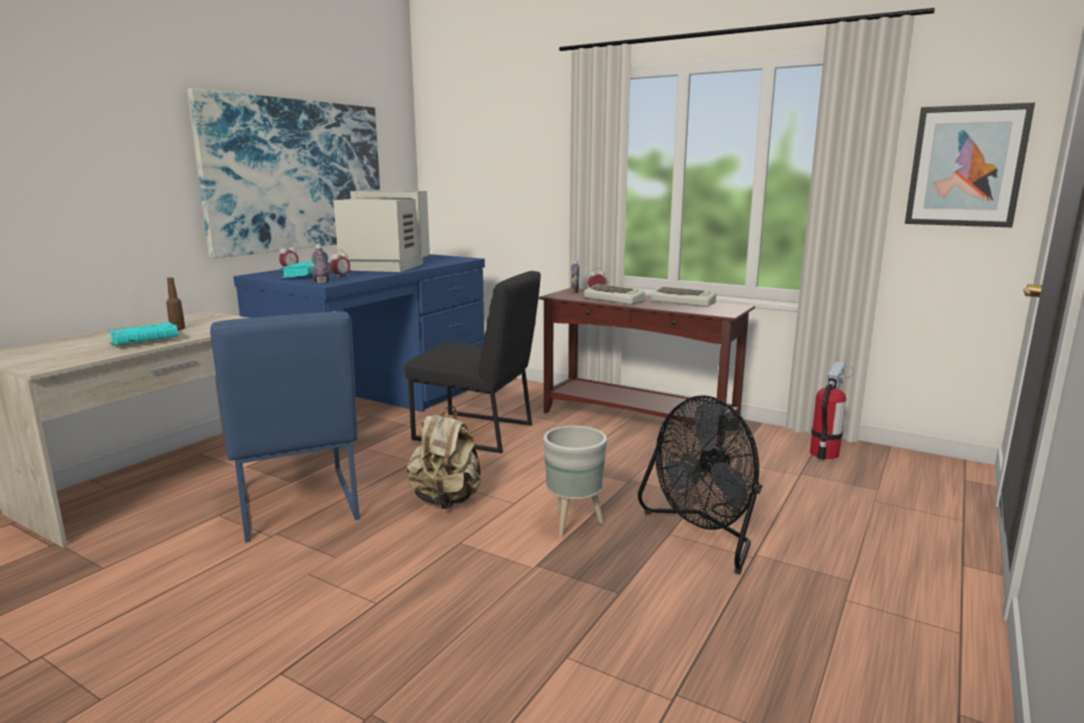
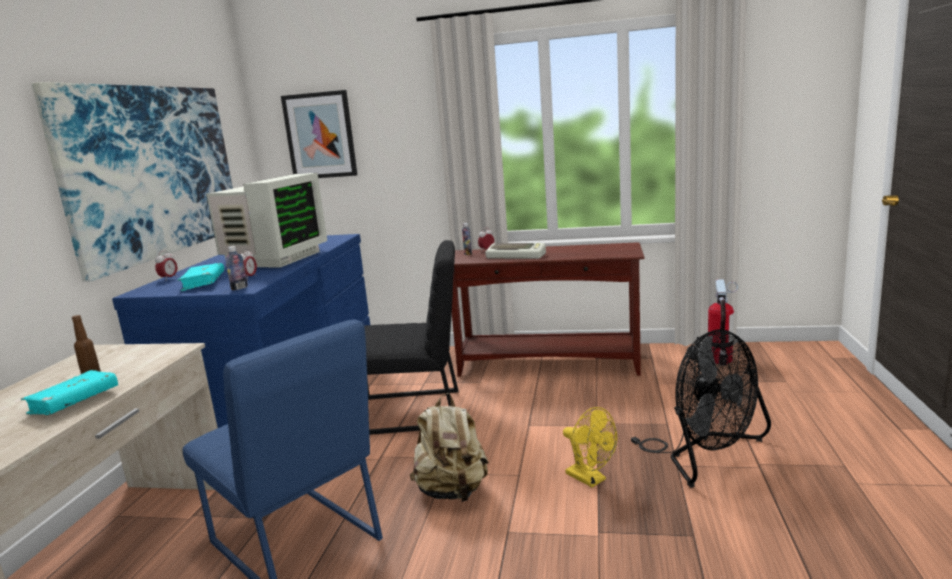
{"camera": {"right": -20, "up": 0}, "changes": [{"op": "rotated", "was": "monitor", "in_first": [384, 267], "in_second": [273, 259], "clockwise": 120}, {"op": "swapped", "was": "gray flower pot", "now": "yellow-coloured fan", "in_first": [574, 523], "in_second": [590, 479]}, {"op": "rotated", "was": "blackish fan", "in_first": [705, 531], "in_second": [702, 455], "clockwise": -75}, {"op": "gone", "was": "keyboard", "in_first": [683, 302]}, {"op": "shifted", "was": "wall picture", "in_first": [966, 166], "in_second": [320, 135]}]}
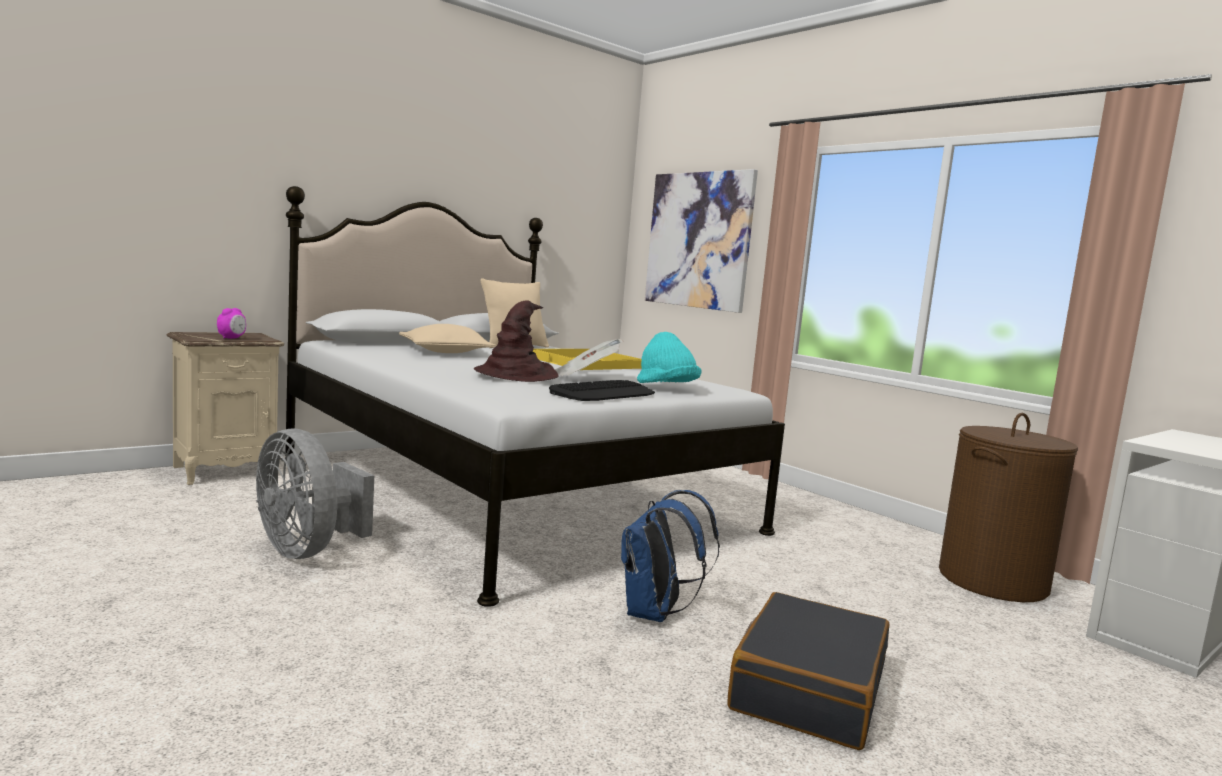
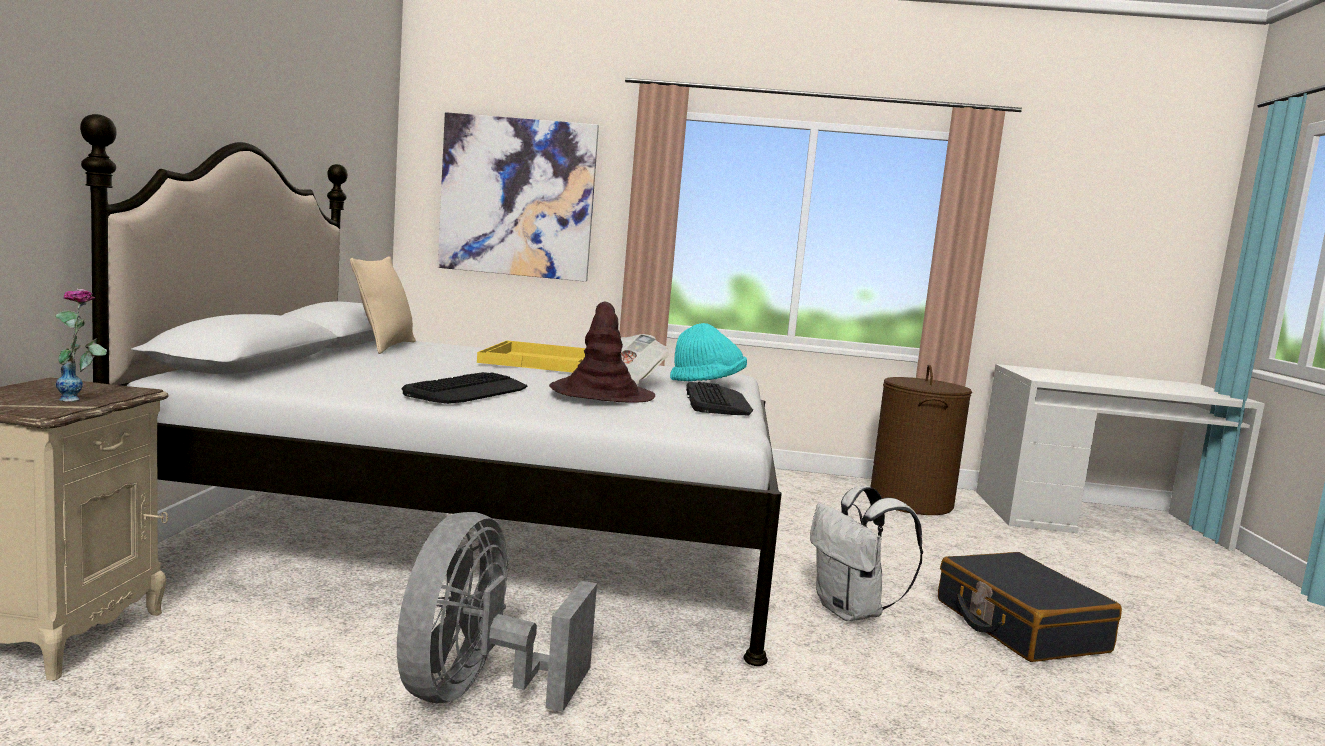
{"camera": {"right": -45, "up": 0}, "changes": [{"op": "swapped", "was": "alarm clock", "now": "decorative vase", "in_first": [232, 338], "in_second": [82, 398]}, {"op": "rotated", "was": "gray fan", "in_first": [307, 550], "in_second": [478, 692], "clockwise": 105}, {"op": "gone", "was": "beige-coloured throw pillow", "in_first": [445, 352]}, {"op": "repainted", "was": "blue-coloured backpack", "now": "white backpack", "in_first": [655, 614], "in_second": [852, 612]}, {"op": "new", "now": "keyboard", "in_second": [468, 391]}]}
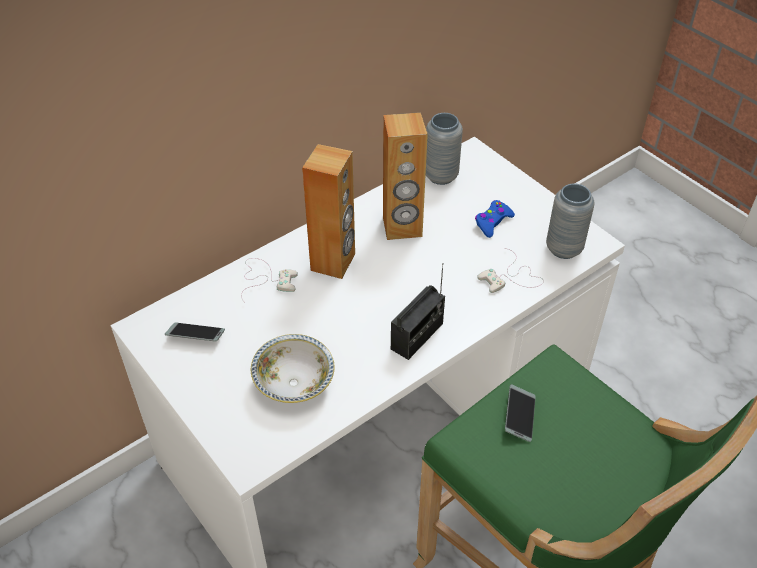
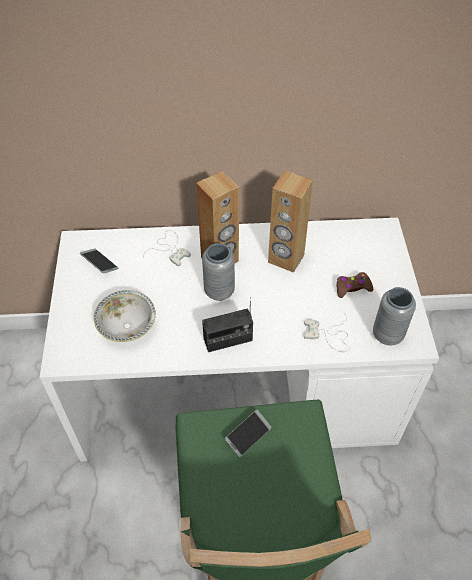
{"camera": {"right": 35, "up": 5}, "changes": [{"op": "shifted", "was": "gray decorative vase", "in_first": [441, 176], "in_second": [219, 291]}, {"op": "repainted", "was": "blue-coloured game controller", "now": "brown-coloured game controller", "in_first": [492, 222], "in_second": [352, 288]}]}
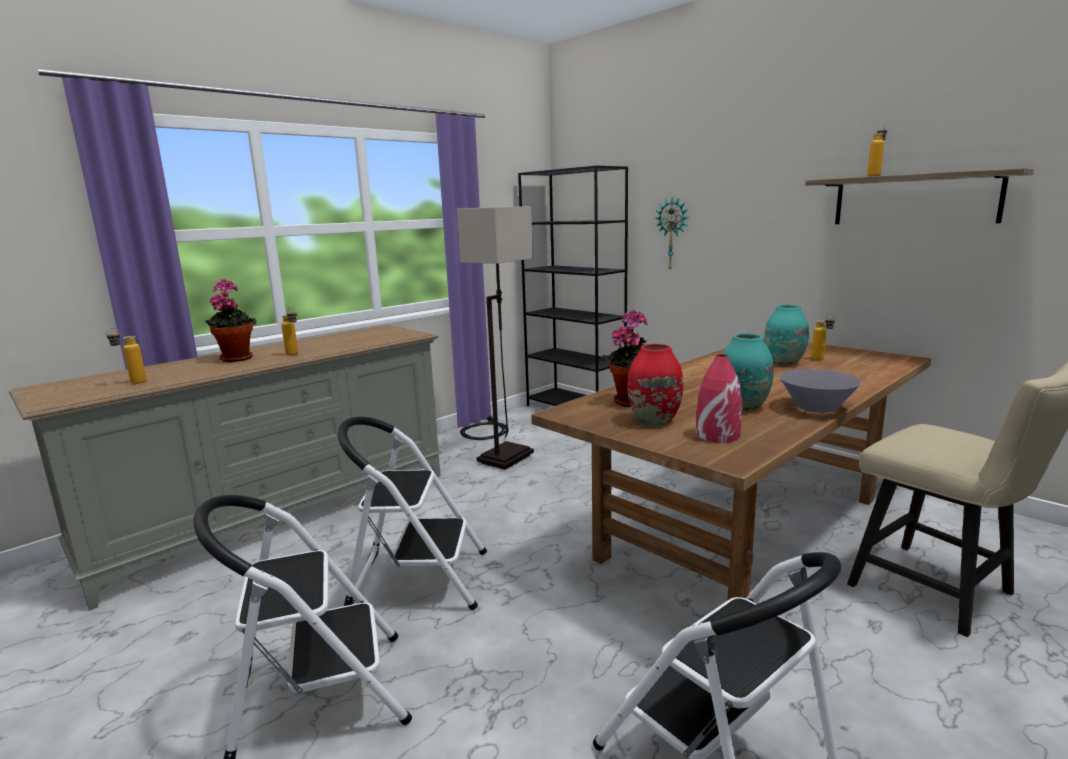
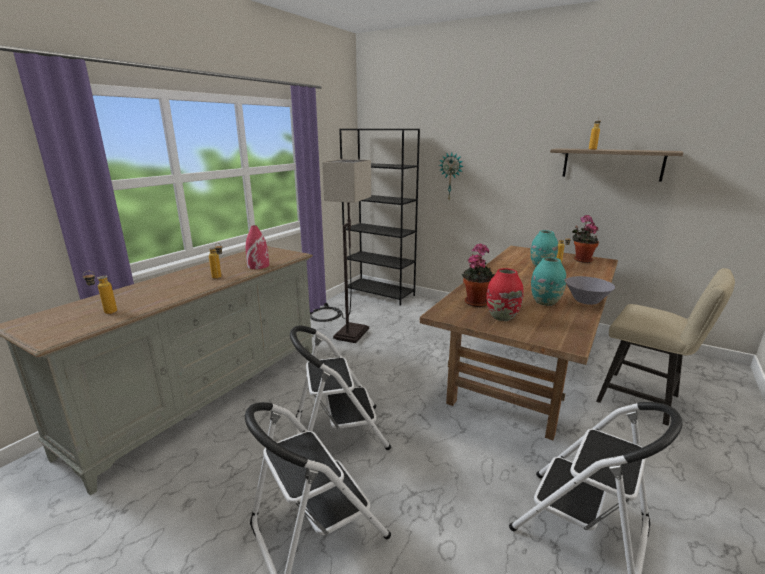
{"camera": {"right": -15, "up": 5}, "changes": [{"op": "shifted", "was": "potted plant", "in_first": [236, 358], "in_second": [581, 260]}, {"op": "shifted", "was": "reddish decorative vase", "in_first": [717, 435], "in_second": [258, 266]}]}
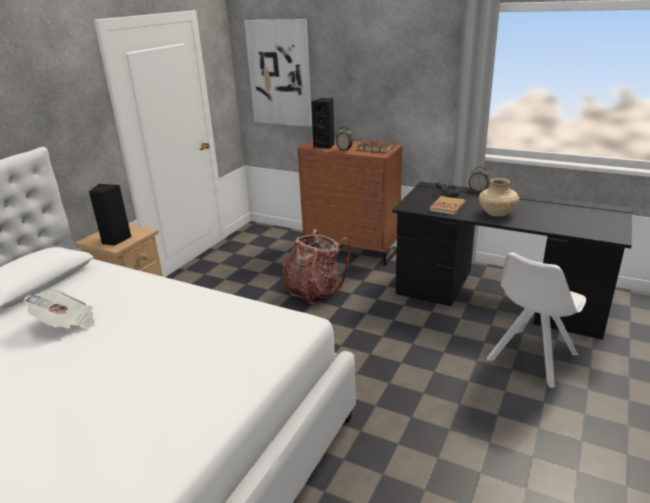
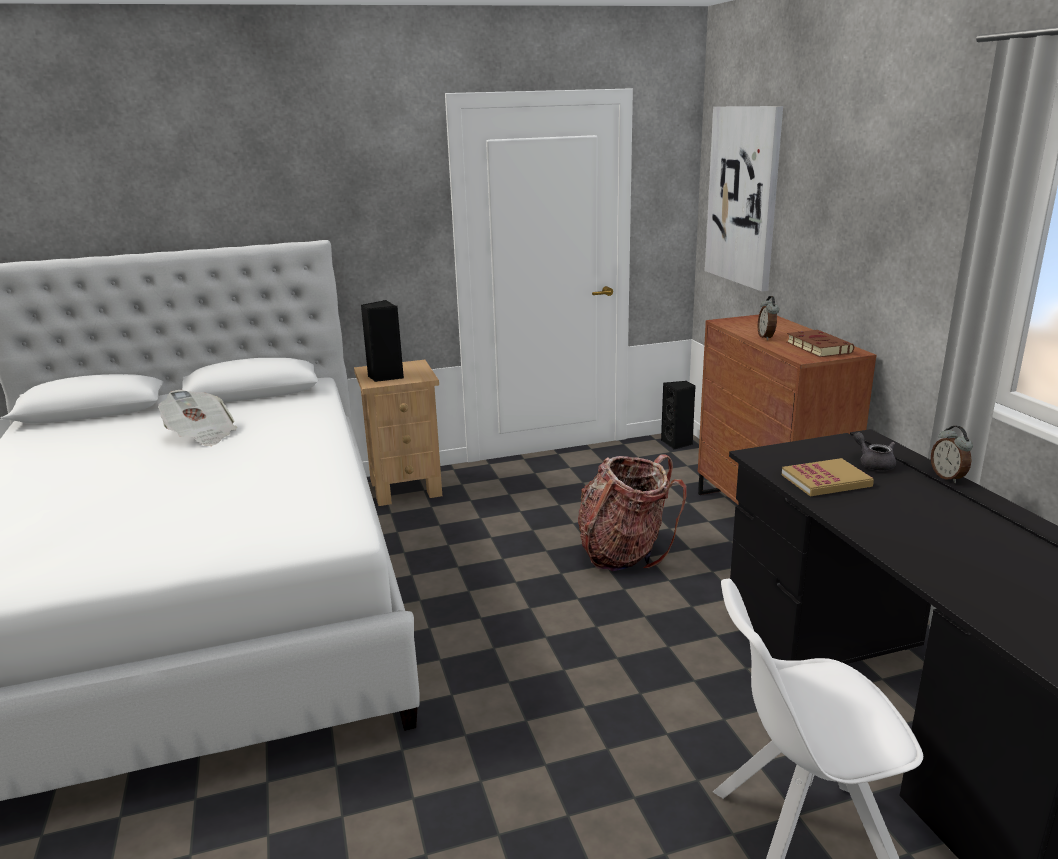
{"camera": {"right": 45, "up": -5}, "changes": [{"op": "shifted", "was": "blackish audio speaker", "in_first": [325, 146], "in_second": [677, 443]}, {"op": "gone", "was": "beige-coloured decorative vase", "in_first": [496, 214]}]}
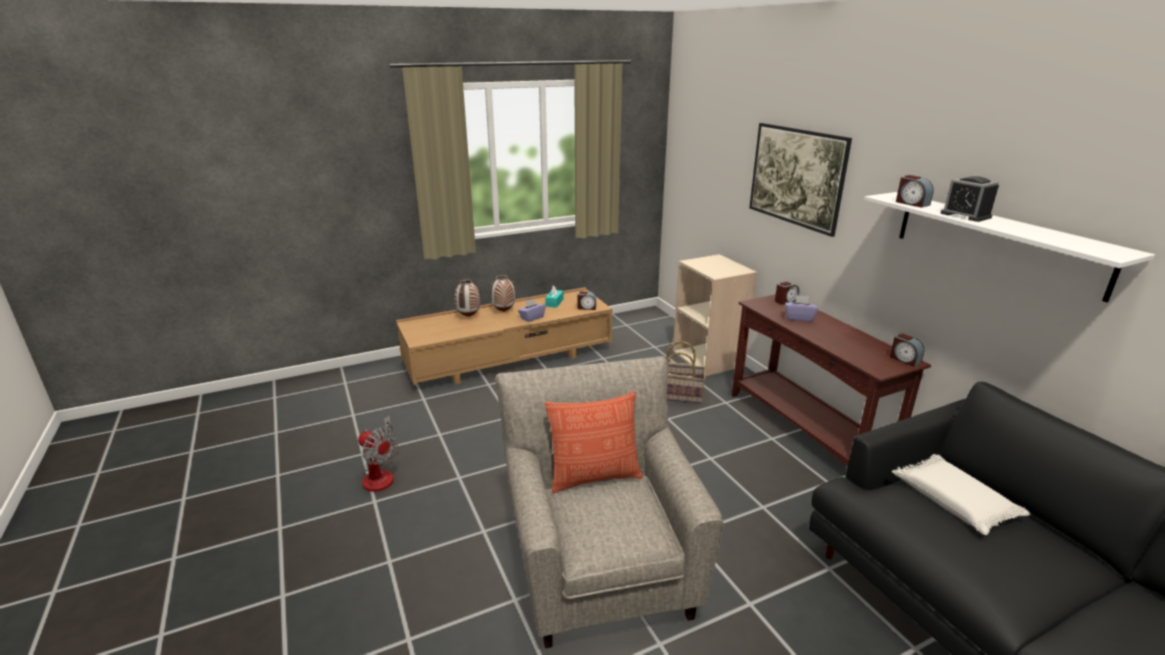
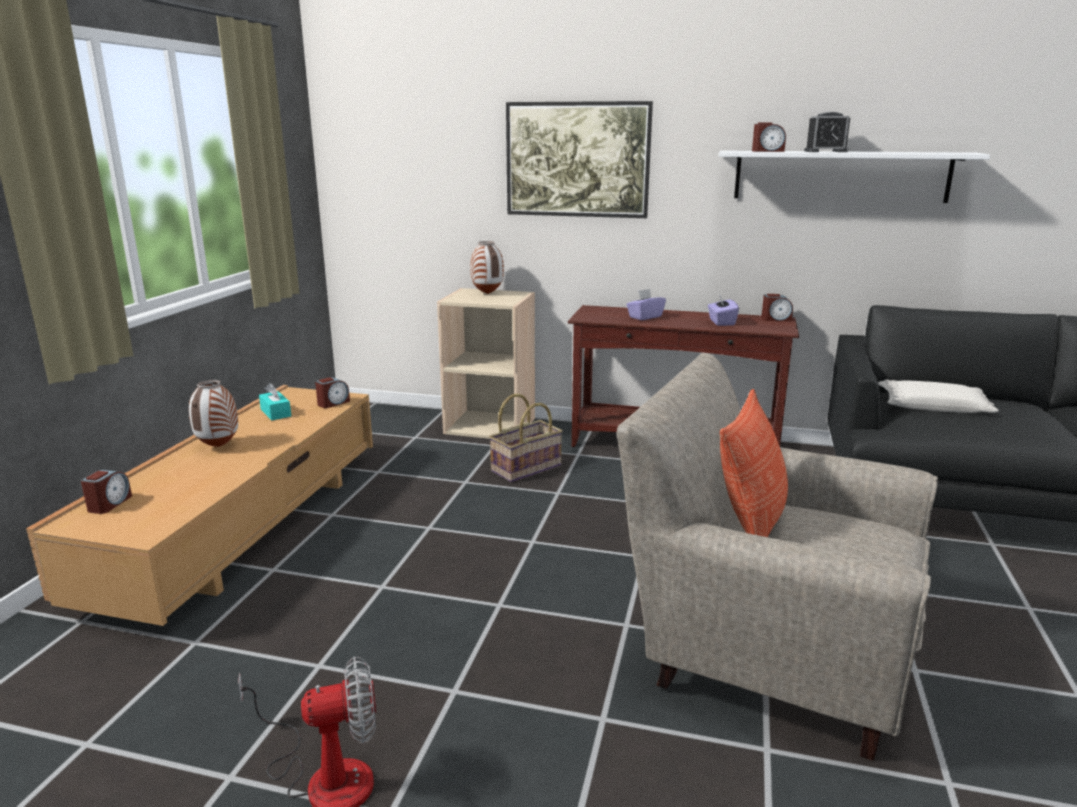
{"camera": {"right": -50, "up": -5}, "changes": [{"op": "shifted", "was": "decorative vase", "in_first": [469, 316], "in_second": [488, 294]}, {"op": "shifted", "was": "purple tissue holder", "in_first": [532, 318], "in_second": [721, 322]}, {"op": "shifted", "was": "alarm clock", "in_first": [785, 301], "in_second": [109, 504]}]}
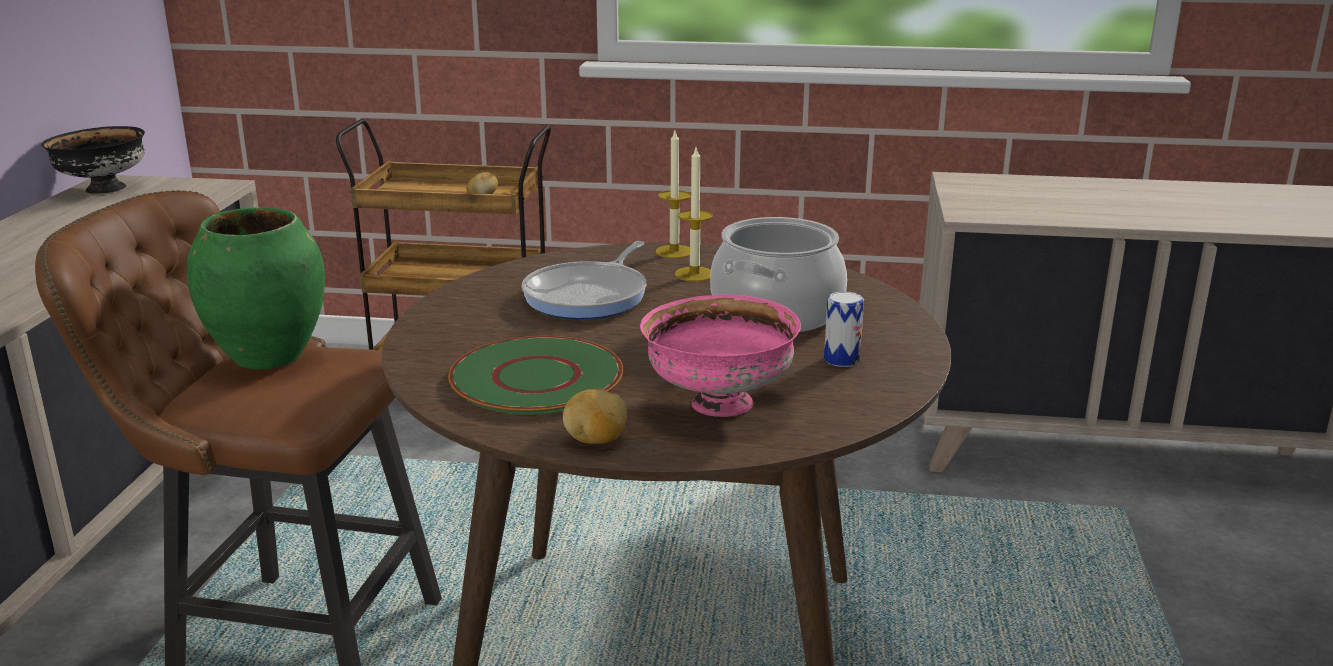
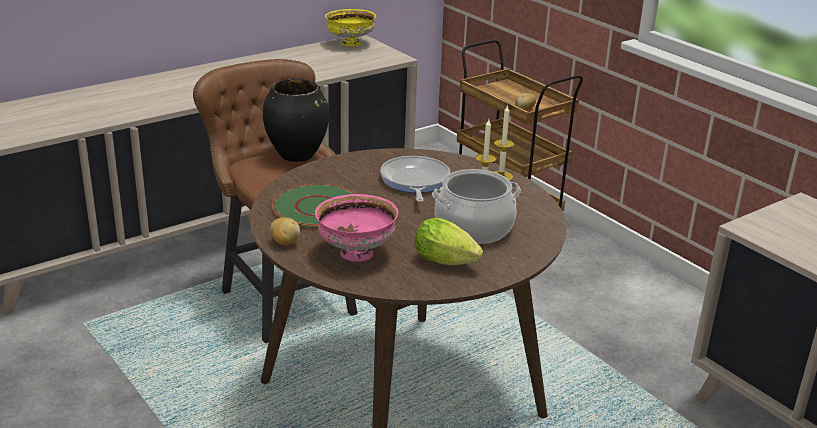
{"camera": {"right": 45, "up": 5}, "changes": [{"op": "repainted", "was": "blackish bowl", "now": "yellow-coloured bowl", "in_first": [103, 189], "in_second": [350, 44]}, {"op": "repainted", "was": "greenish decorative vase", "now": "blackish decorative vase", "in_first": [268, 357], "in_second": [297, 155]}, {"op": "rotated", "was": "skillet", "in_first": [590, 296], "in_second": [414, 181], "clockwise": 105}, {"op": "swapped", "was": "metal can", "now": "lettuce", "in_first": [841, 359], "in_second": [449, 262]}]}
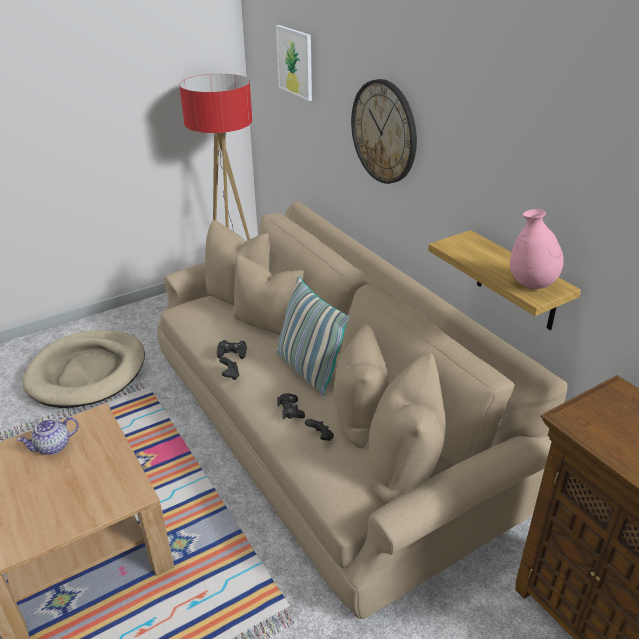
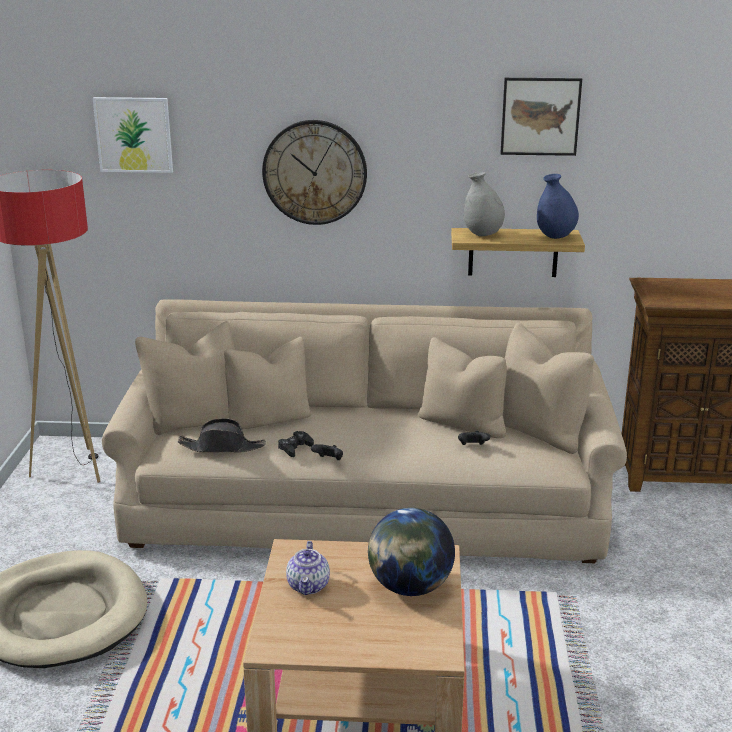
{"camera": {"right": -55, "up": -10}, "changes": [{"op": "gone", "was": "throw pillow", "in_first": [308, 370]}, {"op": "gone", "was": "blackish game controller", "in_first": [290, 410]}, {"op": "repainted", "was": "pinkish decorative vase", "now": "blue-coloured decorative vase", "in_first": [531, 285], "in_second": [555, 237]}, {"op": "new", "now": "blackish clothing hat", "in_second": [222, 447]}, {"op": "new", "now": "desk globe", "in_second": [410, 587]}, {"op": "new", "now": "gray decorative vase", "in_second": [483, 235]}, {"op": "new", "now": "wall picture", "in_second": [540, 116]}]}
